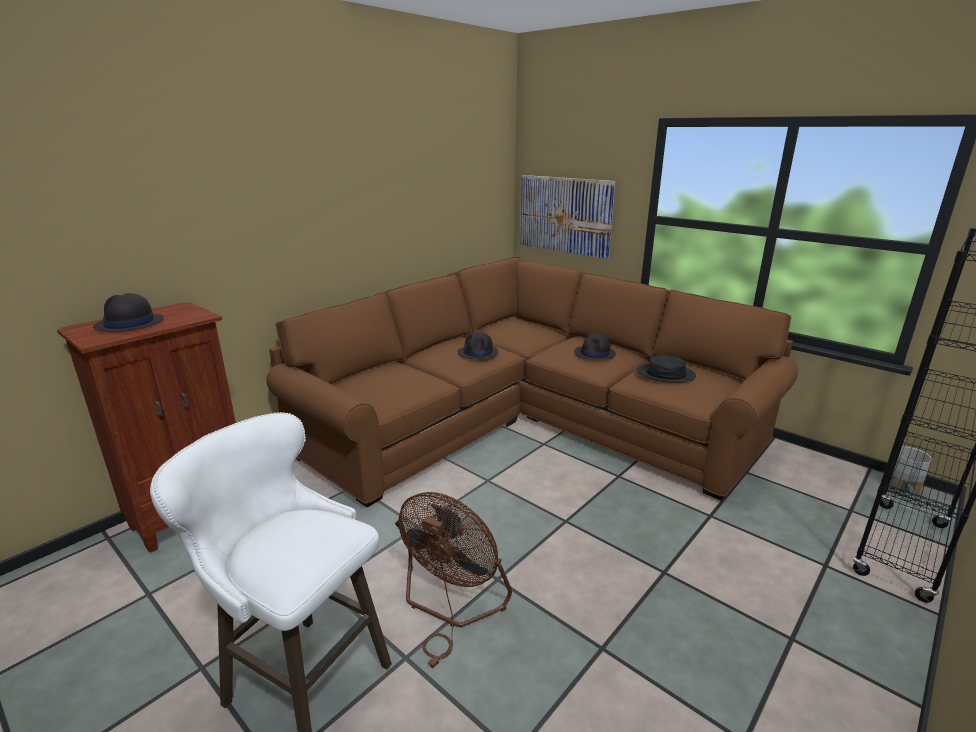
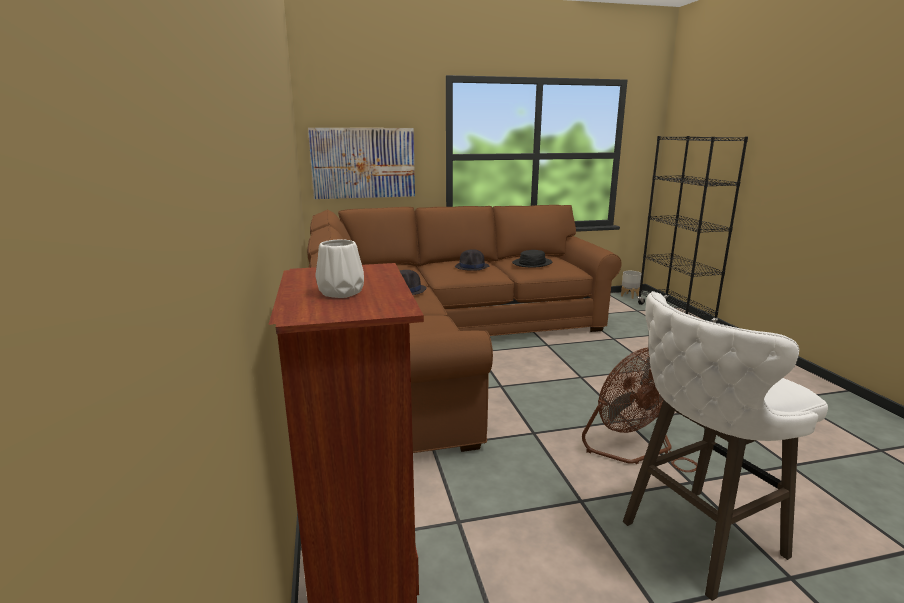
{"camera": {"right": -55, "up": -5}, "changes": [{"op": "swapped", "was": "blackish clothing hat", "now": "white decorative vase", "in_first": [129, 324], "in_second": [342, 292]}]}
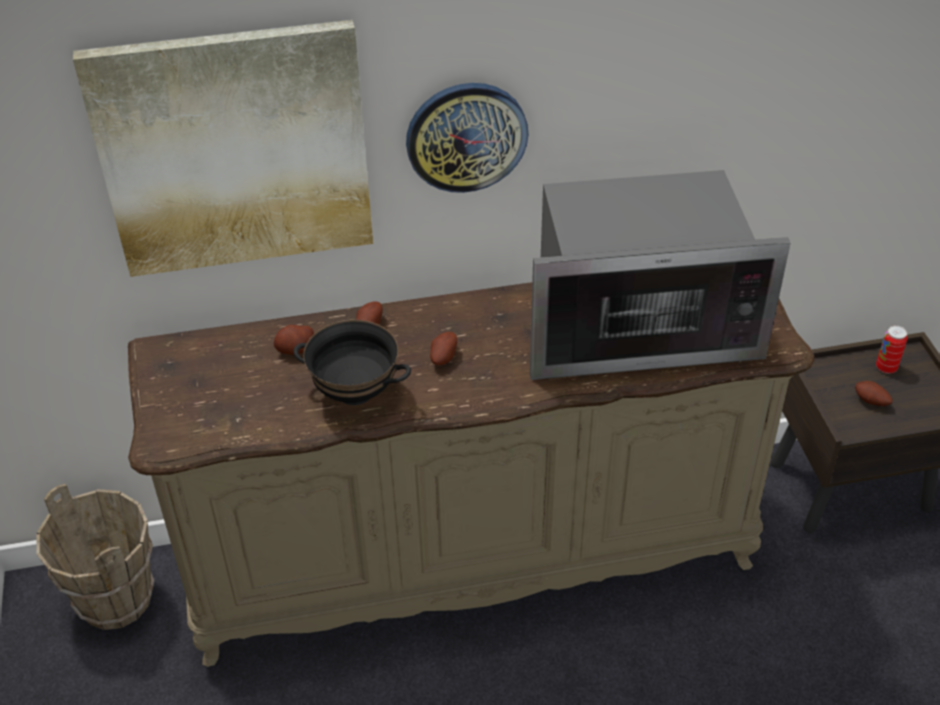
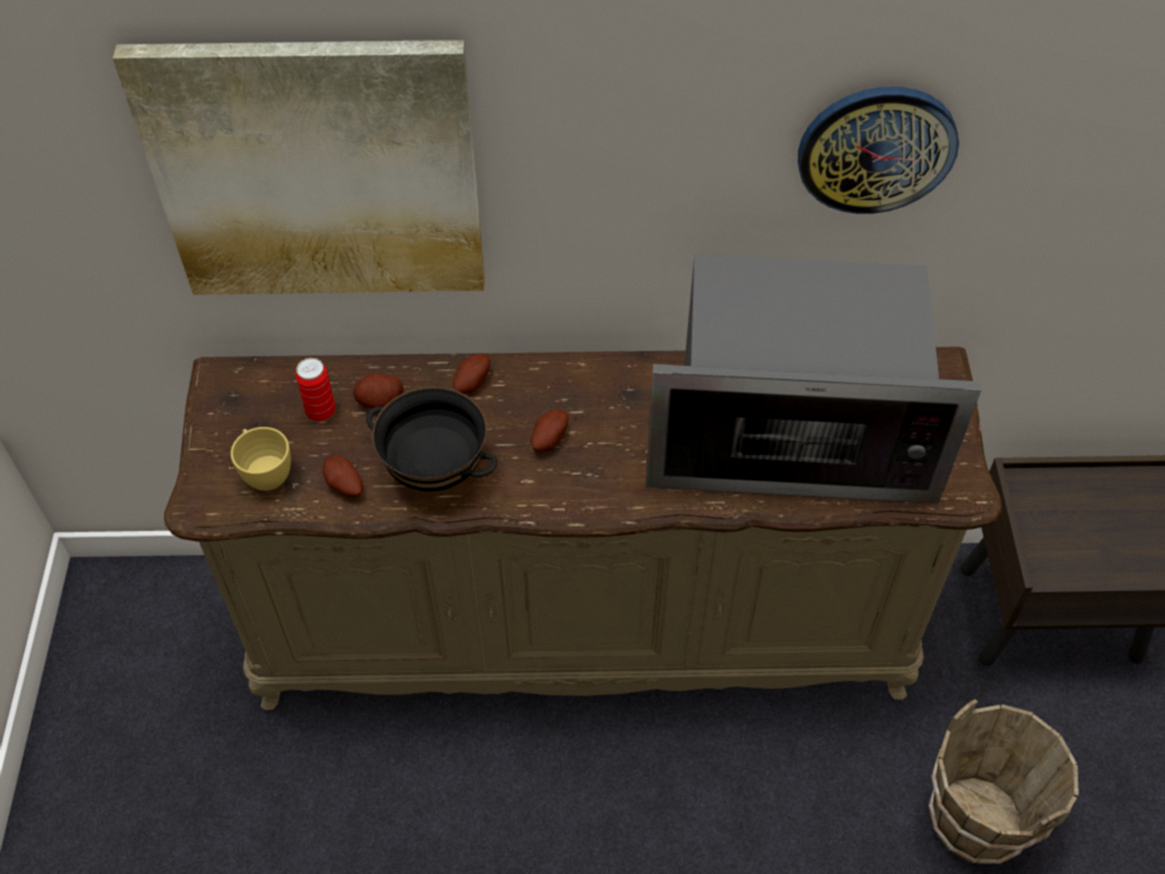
{"camera": {"right": 10, "up": 10}, "changes": [{"op": "shifted", "was": "brown-coloured water bucket", "in_first": [116, 599], "in_second": [976, 821]}, {"op": "shifted", "was": "clock on the wall", "in_first": [466, 136], "in_second": [876, 148]}, {"op": "shifted", "was": "potato", "in_first": [870, 402], "in_second": [344, 486]}, {"op": "shifted", "was": "metal can", "in_first": [886, 368], "in_second": [321, 412]}, {"op": "new", "now": "yellow-coloured drinking cup", "in_second": [265, 472]}]}
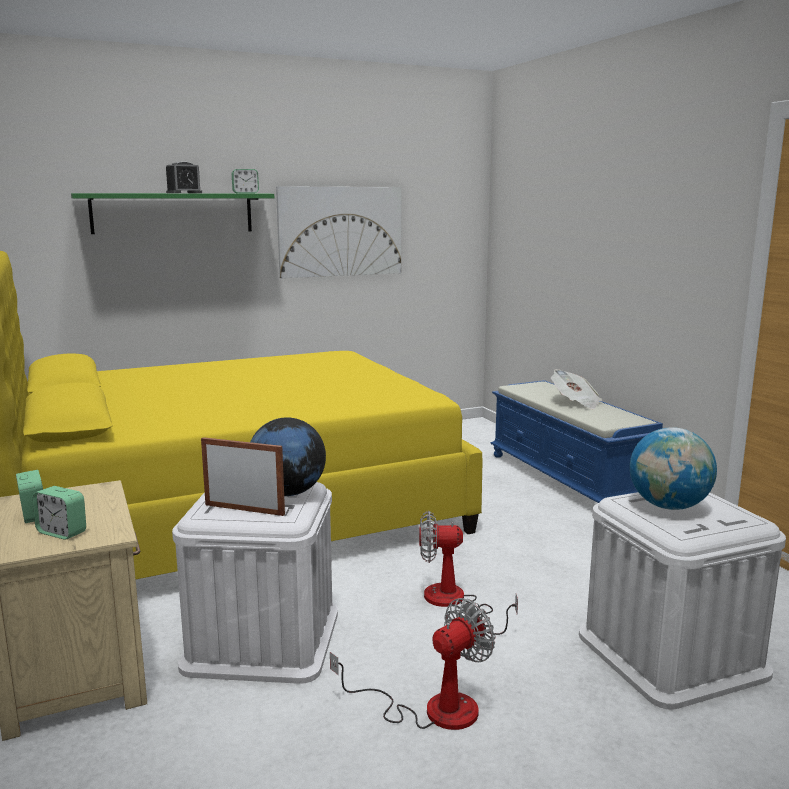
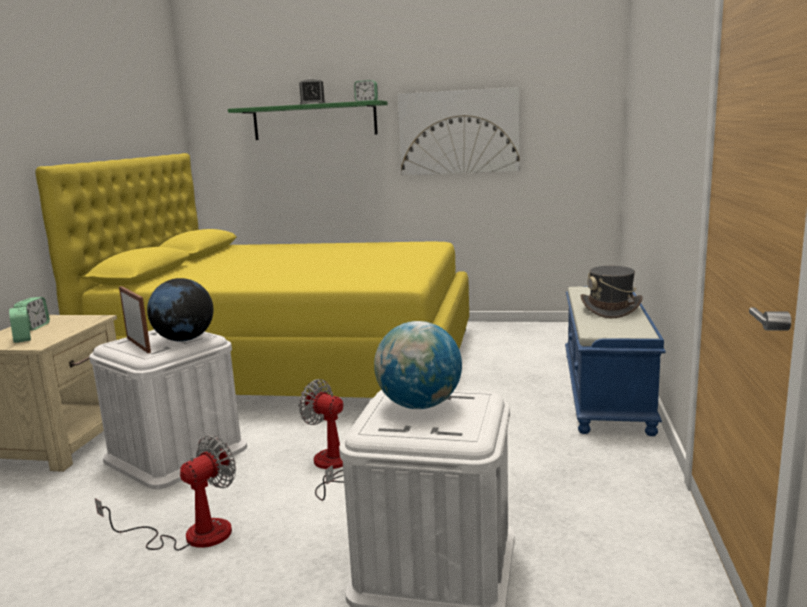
{"camera": {"right": 35, "up": 0}, "changes": [{"op": "rotated", "was": "fan", "in_first": [432, 709], "in_second": [191, 534], "clockwise": -45}, {"op": "swapped", "was": "printed paper", "now": "gray clothing hat", "in_first": [576, 403], "in_second": [611, 309]}]}
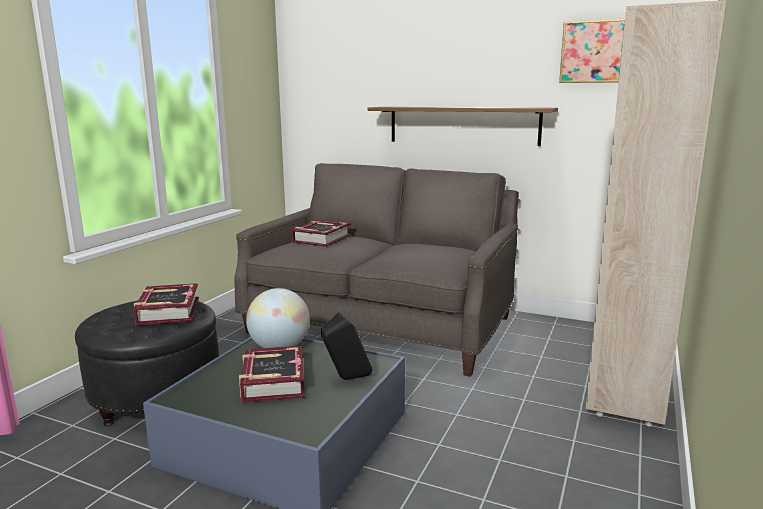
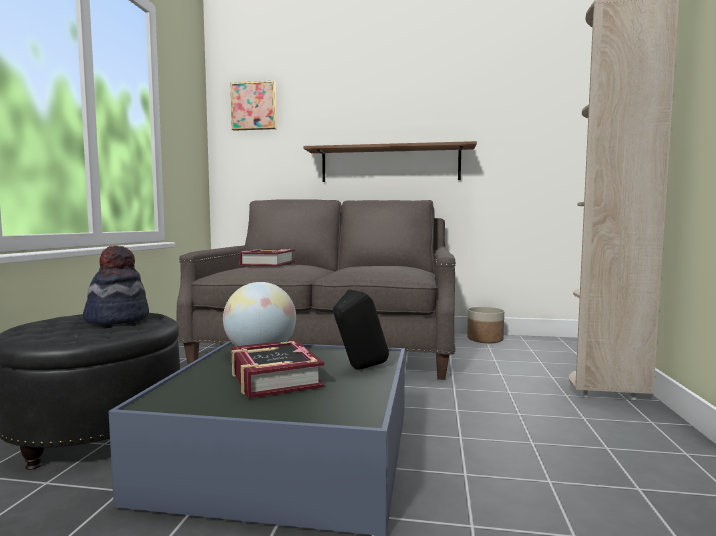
{"camera": {"right": -15, "up": -10}, "changes": [{"op": "swapped", "was": "volume", "now": "clothing hat", "in_first": [168, 311], "in_second": [117, 319]}, {"op": "shifted", "was": "wall picture", "in_first": [592, 52], "in_second": [254, 106]}, {"op": "new", "now": "flower pot", "in_second": [485, 339]}]}
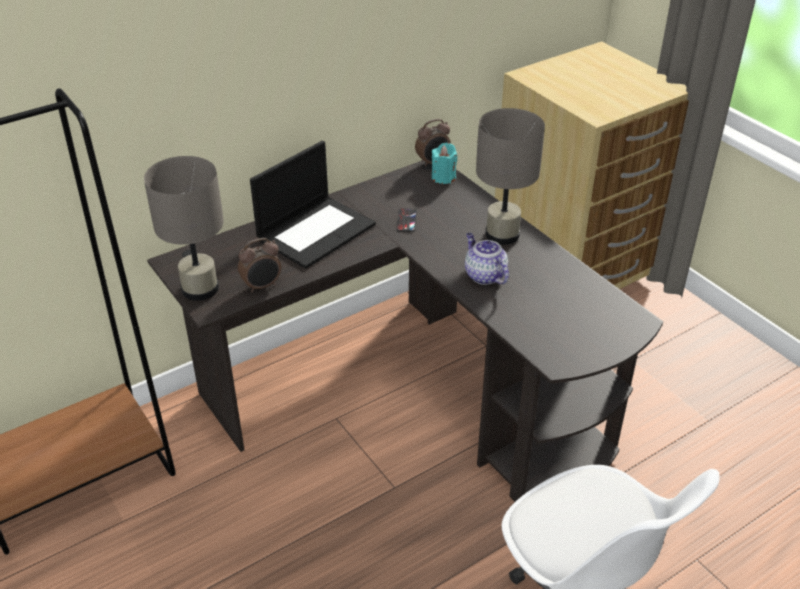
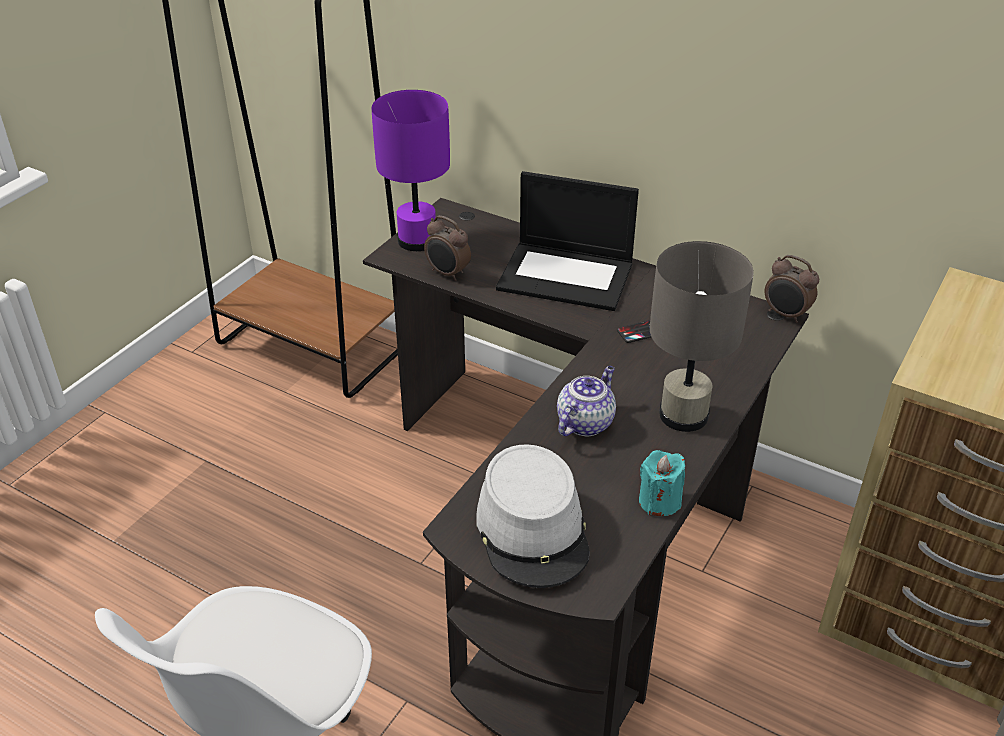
{"camera": {"right": 65, "up": 0}, "changes": [{"op": "repainted", "was": "gray tabletop lamp", "now": "purple tabletop lamp", "in_first": [201, 289], "in_second": [417, 241]}, {"op": "shifted", "was": "turquoise-coloured wax candle", "in_first": [443, 177], "in_second": [659, 501]}, {"op": "new", "now": "gray clothing hat", "in_second": [533, 530]}]}
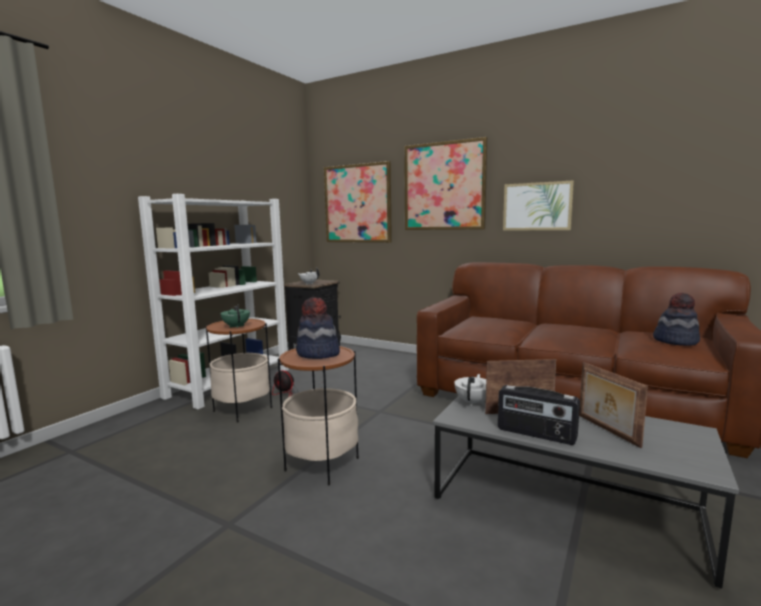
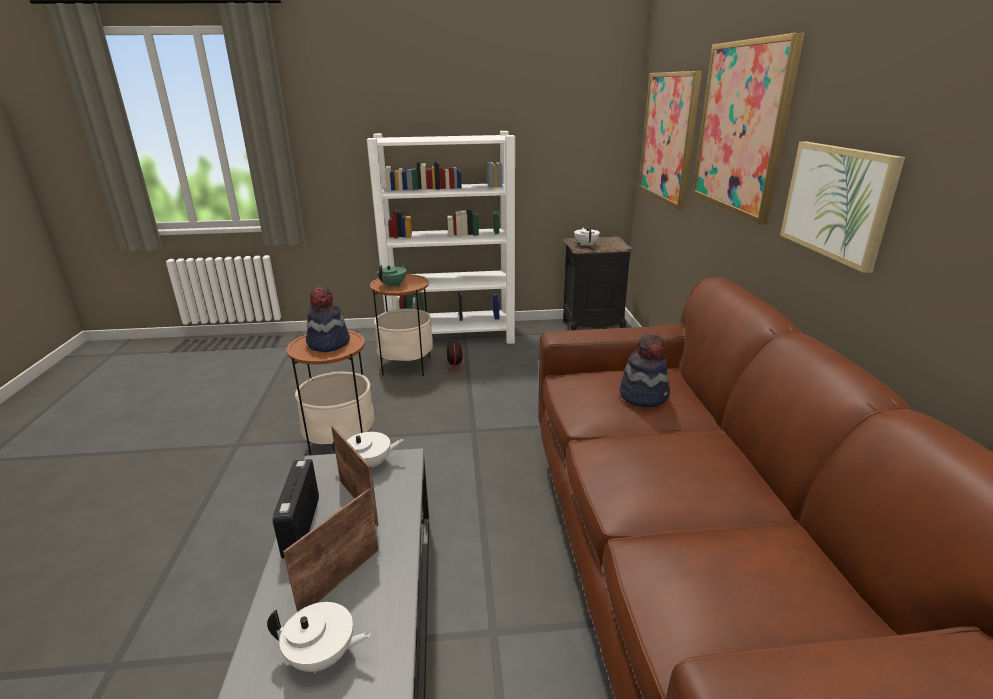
{"camera": {"right": 55, "up": 15}, "changes": [{"op": "shifted", "was": "clothing hat", "in_first": [675, 341], "in_second": [644, 395]}, {"op": "new", "now": "white tea pot", "in_second": [323, 657]}]}
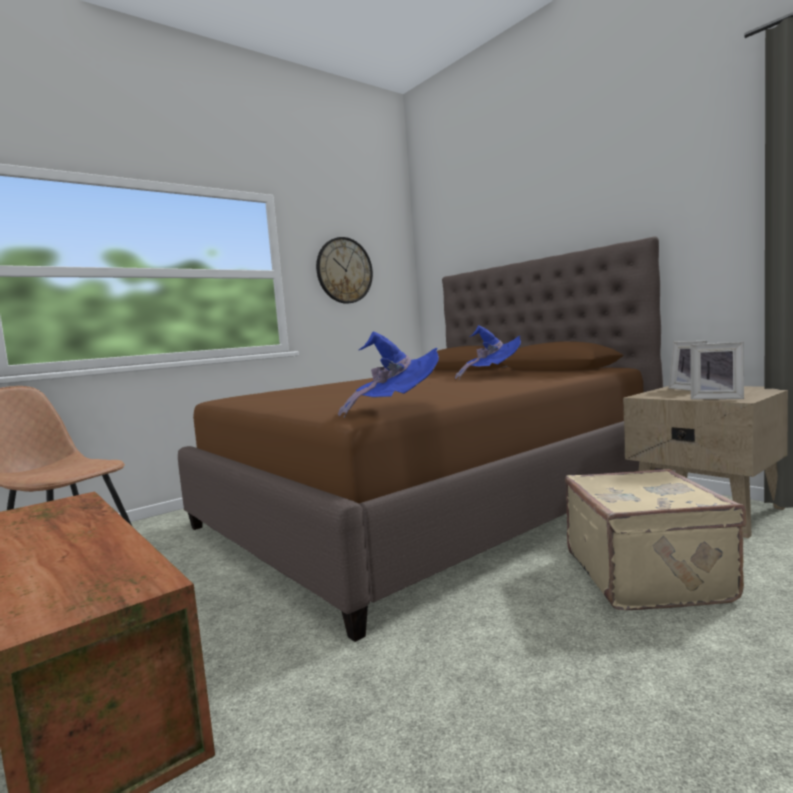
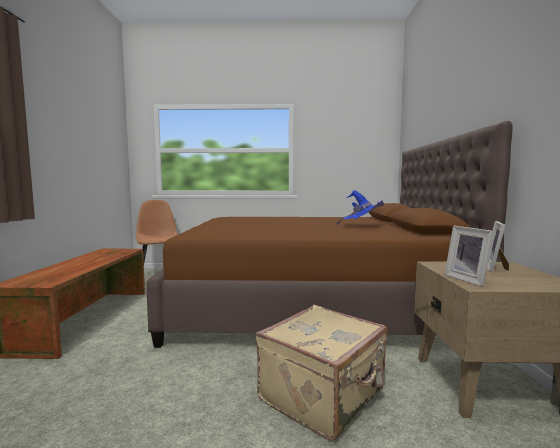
{"camera": {"right": 40, "up": 0}, "changes": [{"op": "gone", "was": "clock on the wall", "in_first": [344, 270]}, {"op": "gone", "was": "blue-coloured clothing hat", "in_first": [396, 409]}]}
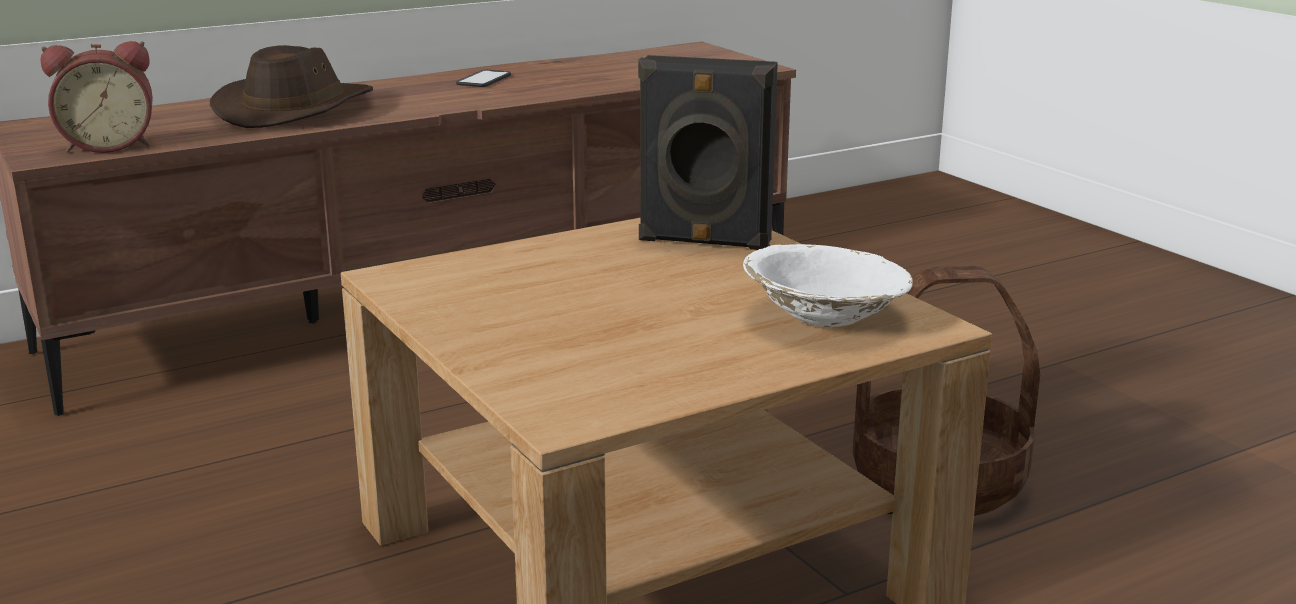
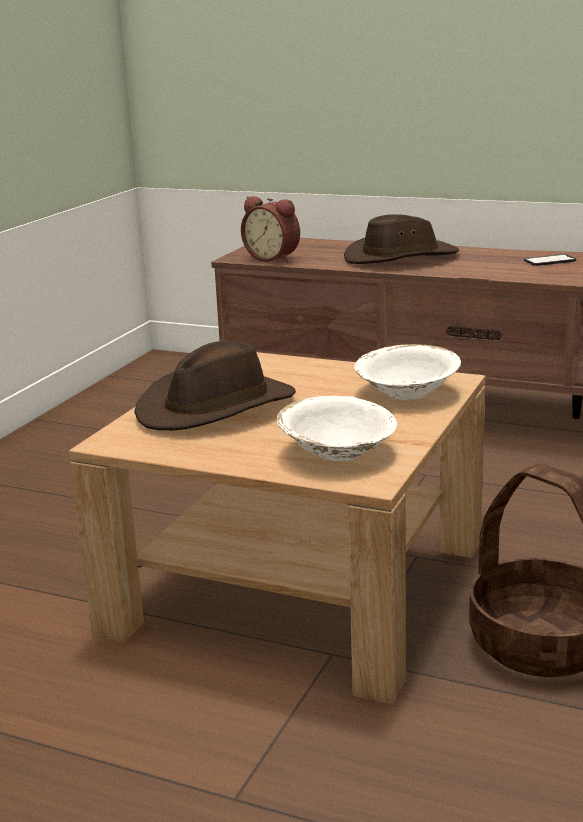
{"camera": {"right": 55, "up": 0}, "changes": [{"op": "swapped", "was": "blackish audio speaker", "now": "white bowl", "in_first": [704, 242], "in_second": [407, 392]}, {"op": "new", "now": "brown-coloured clothing hat", "in_second": [216, 407]}]}
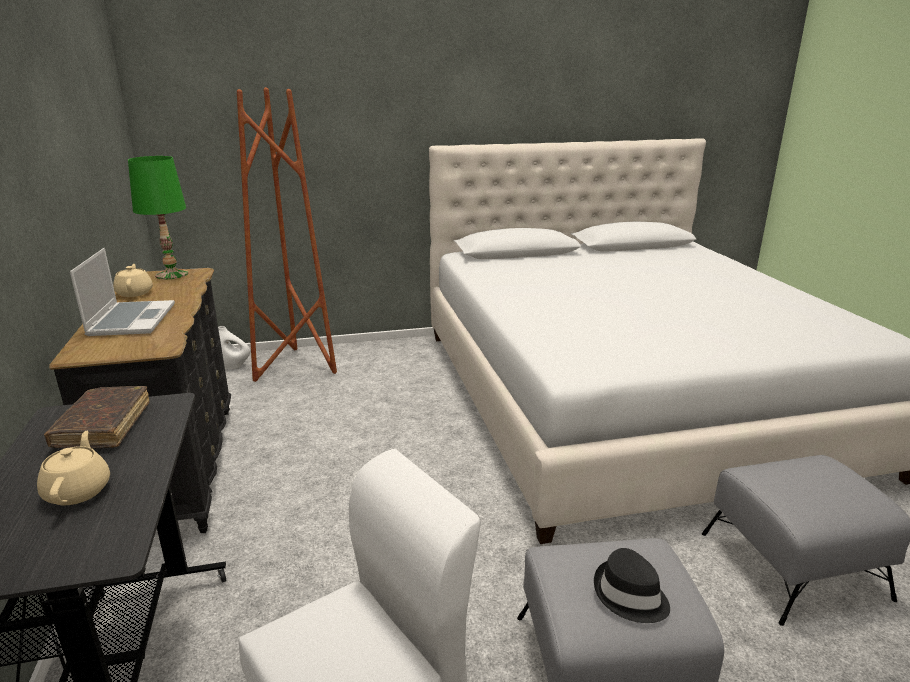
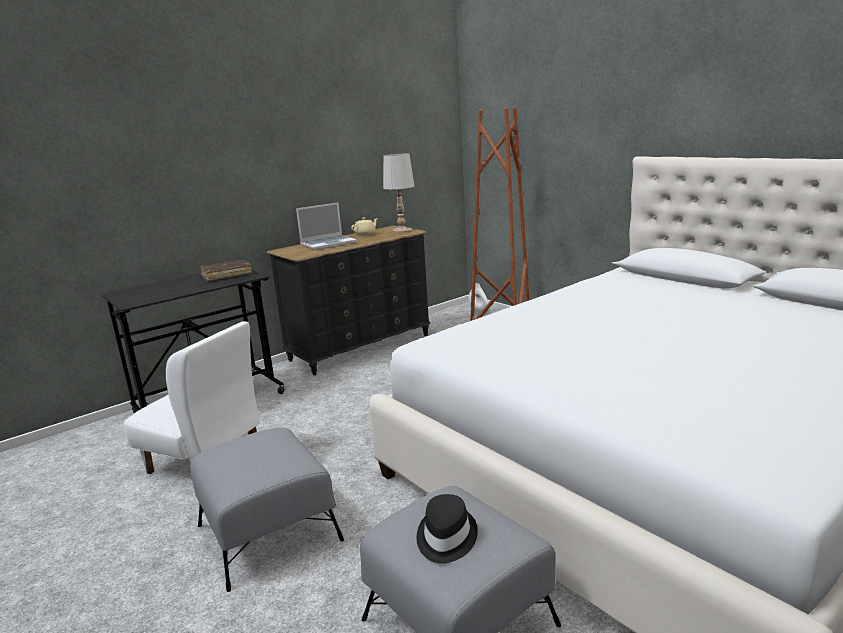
{"camera": {"right": 65, "up": -5}, "changes": [{"op": "gone", "was": "beige-coloured tea pot", "in_first": [79, 490]}, {"op": "repainted", "was": "greenish tabletop lamp", "now": "white tabletop lamp", "in_first": [171, 274], "in_second": [401, 230]}, {"op": "shifted", "was": "blackish clothing hat", "in_first": [630, 596], "in_second": [445, 538]}]}
